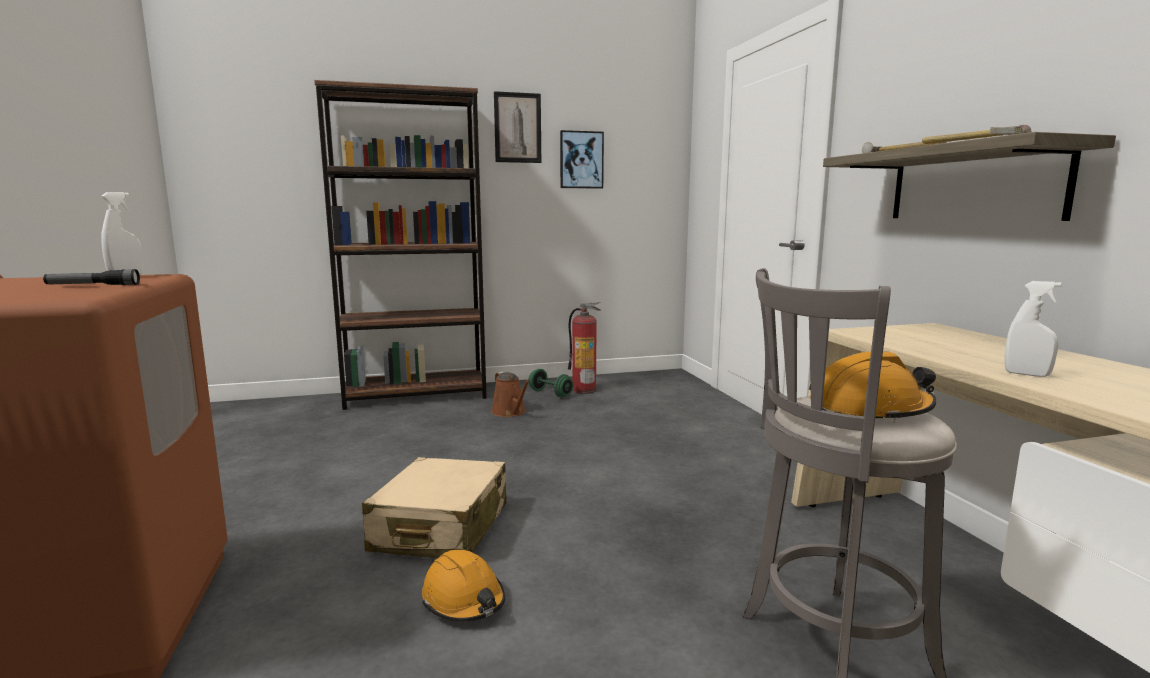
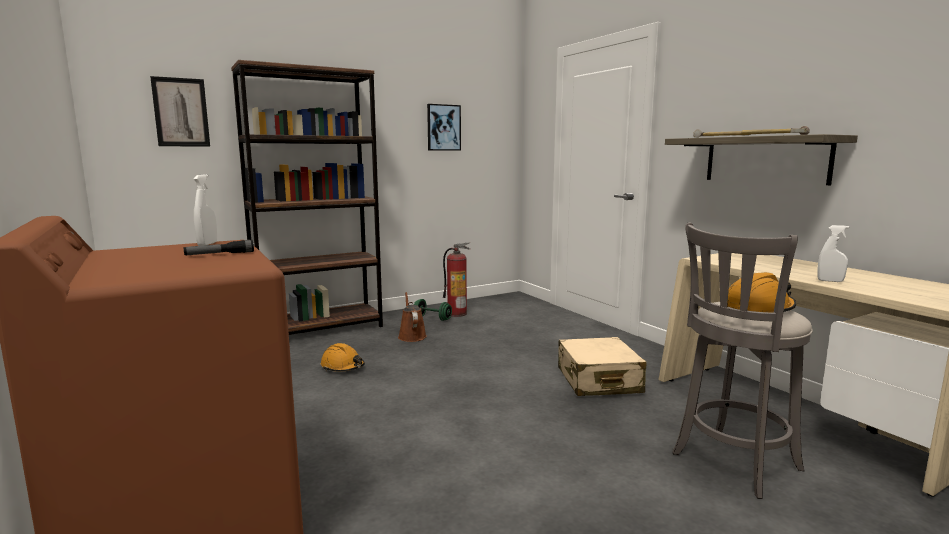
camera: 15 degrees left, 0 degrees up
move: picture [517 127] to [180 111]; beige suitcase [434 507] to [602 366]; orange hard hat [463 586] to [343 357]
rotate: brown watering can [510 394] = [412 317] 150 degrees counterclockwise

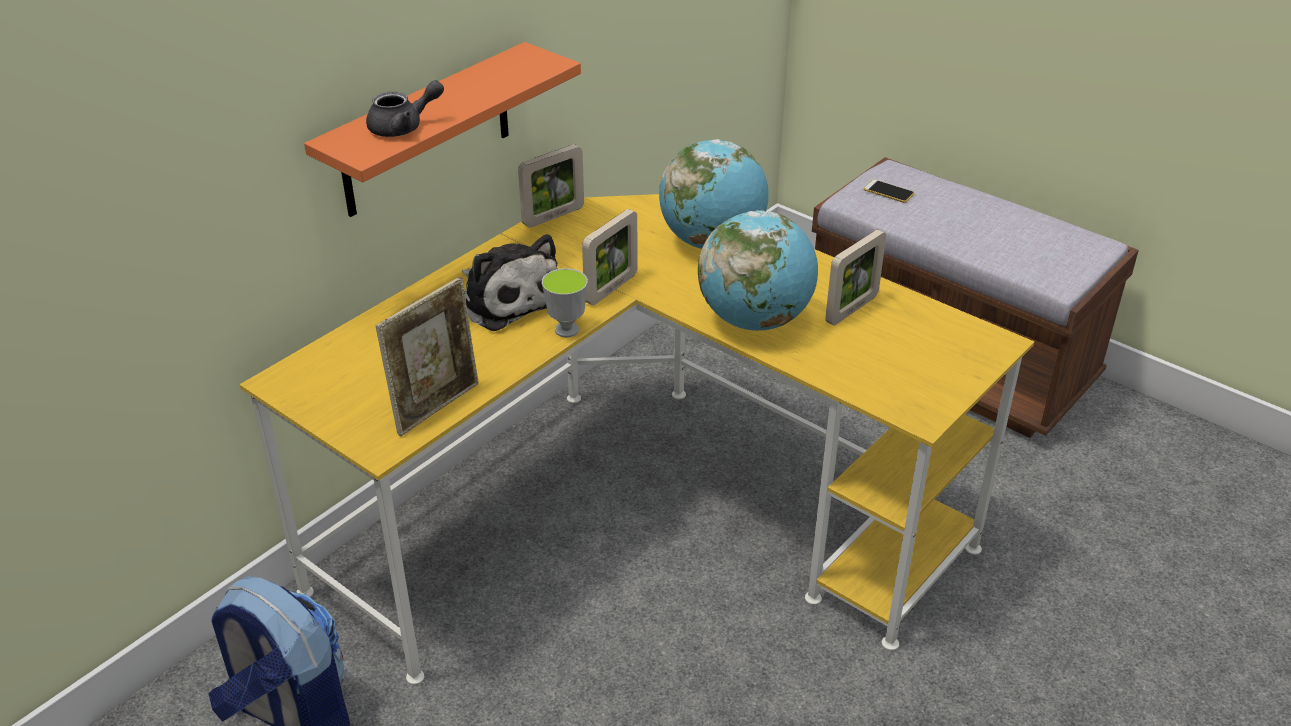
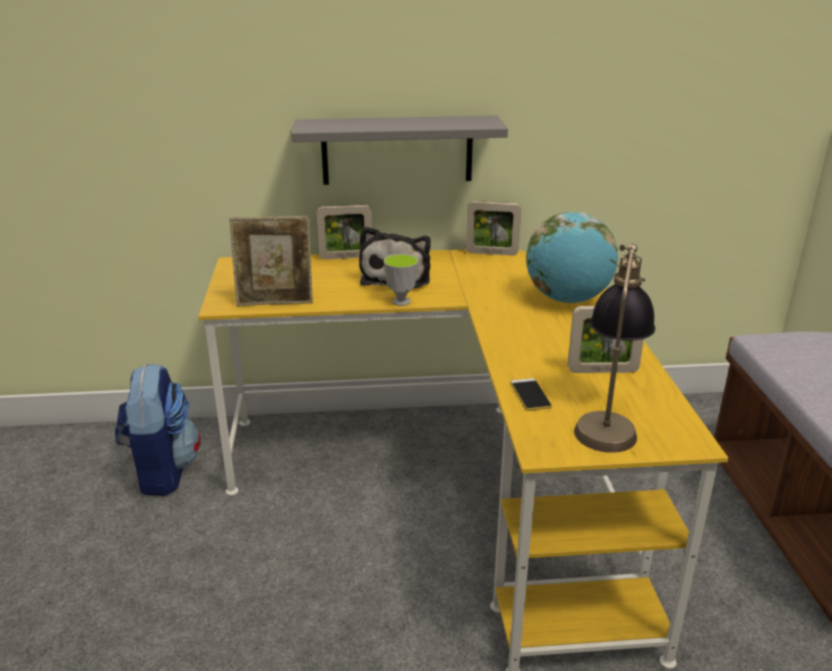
camera: 45 degrees right, 10 degrees down
delete: grey teapot [405 108]; globe [758 270]
insert: table lamp [614 348]
move: phone [889 191] to [531 394]; picture frame [610 257] to [344 232]
recolor: orange shelf [442 129] to grey shelf [400 150]

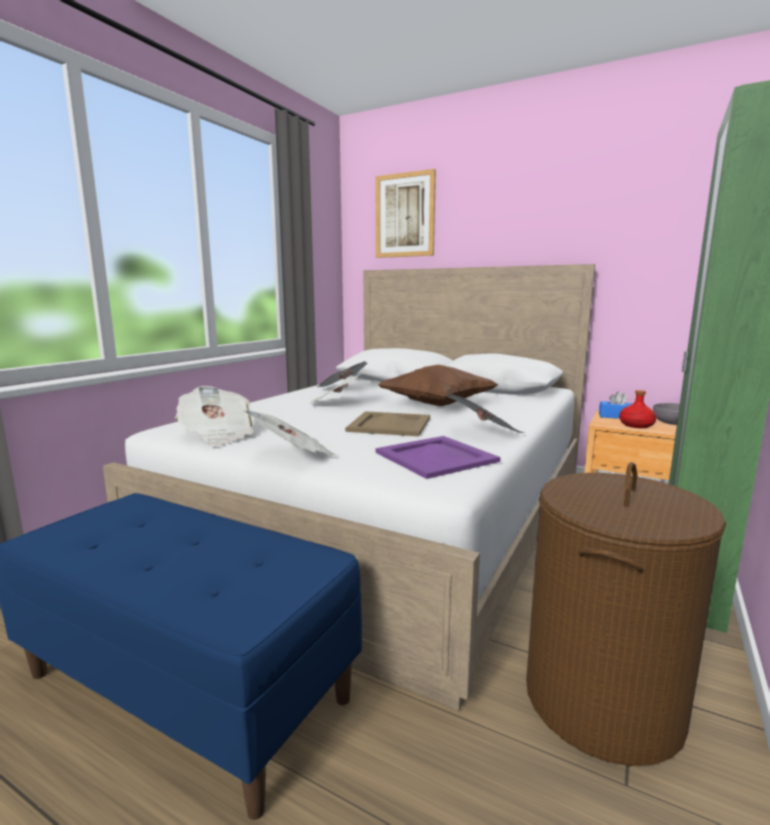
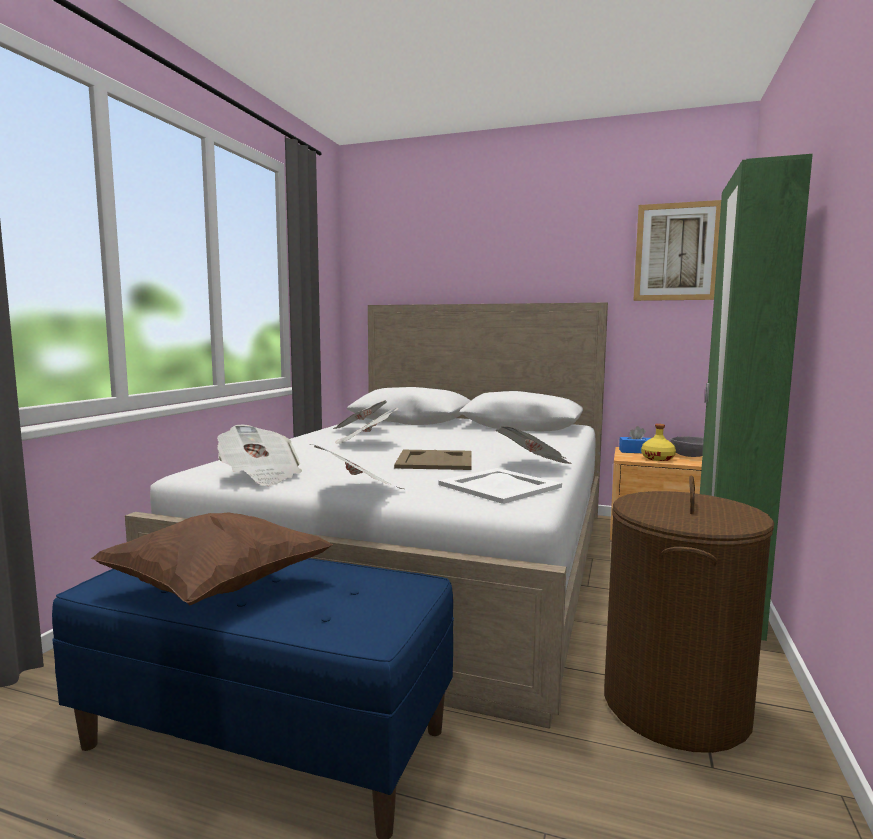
camera: 10 degrees left, 5 degrees down
move: picture [406 213] to [677 250]; brown pillow [438 385] to [212 559]
recolor: red bottle [637 409] to yellow bottle [658 442]; purple tray [438 457] to white tray [500 486]

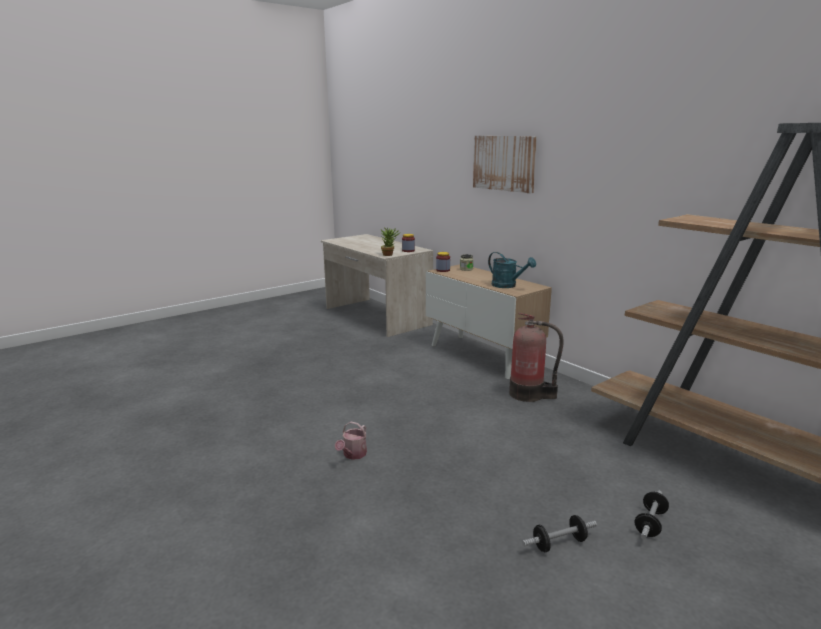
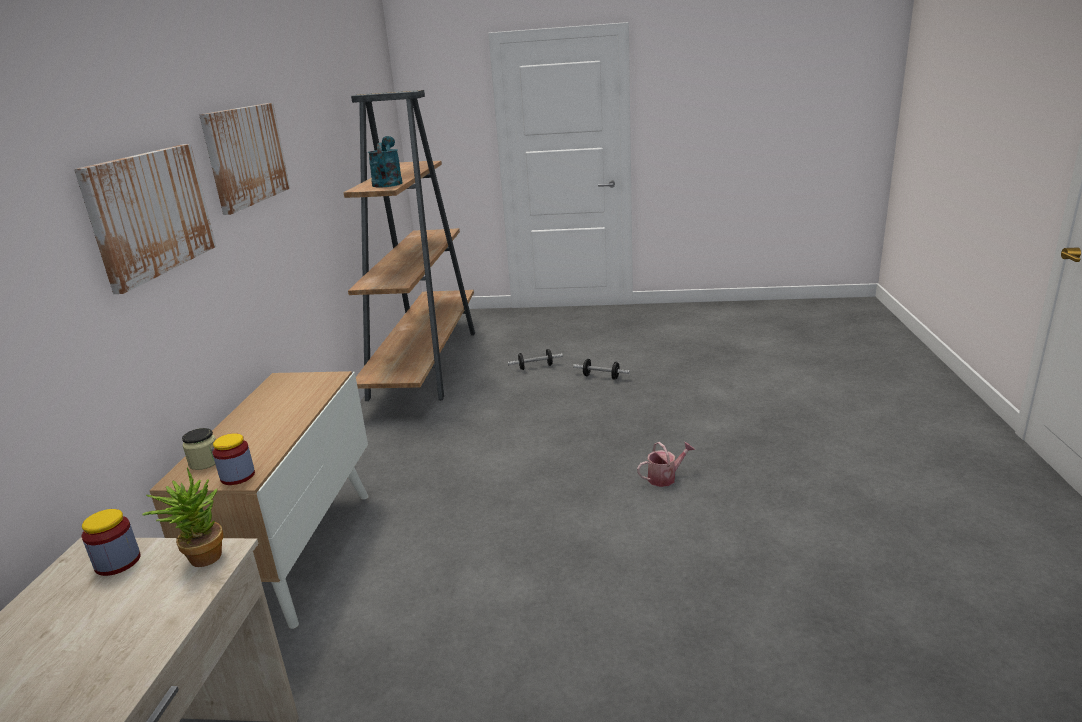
camera: 135 degrees left, 5 degrees up
delete: fire extinguisher [536 357]
insert: picture [244 159]
move: turquoise watering can [512 270] to [385 161]

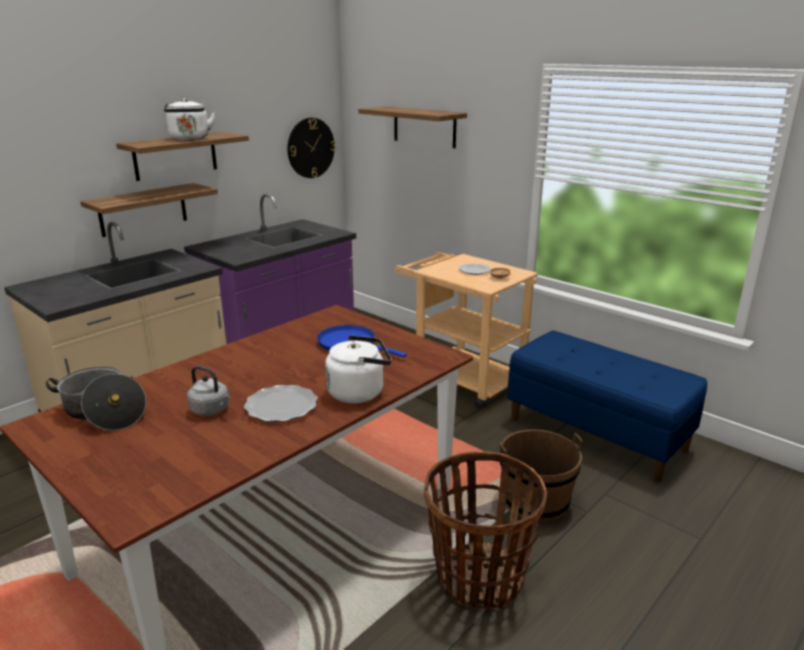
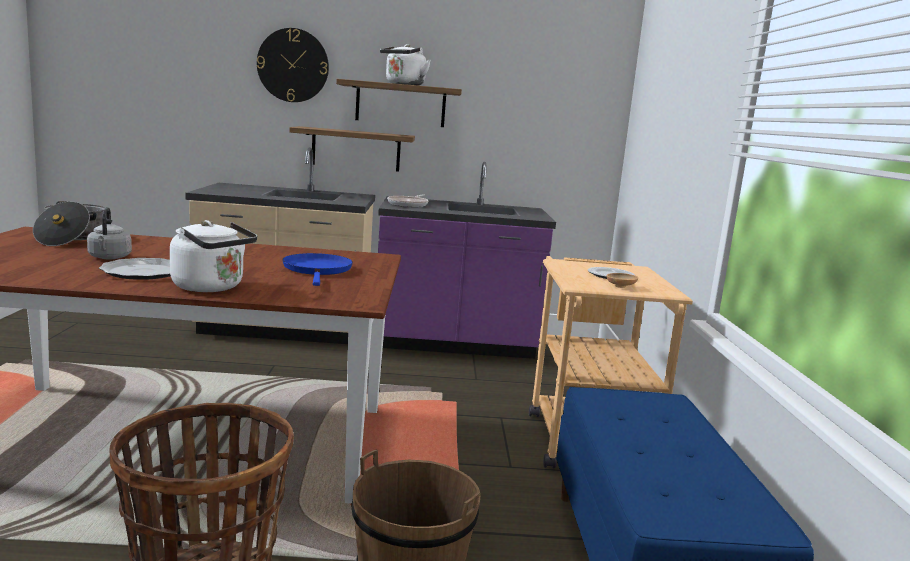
camera: 45 degrees right, 10 degrees down
delete: shelf [412 127]
insert: frying pan [408 200]
move: wall clock [311 148] to [293 65]

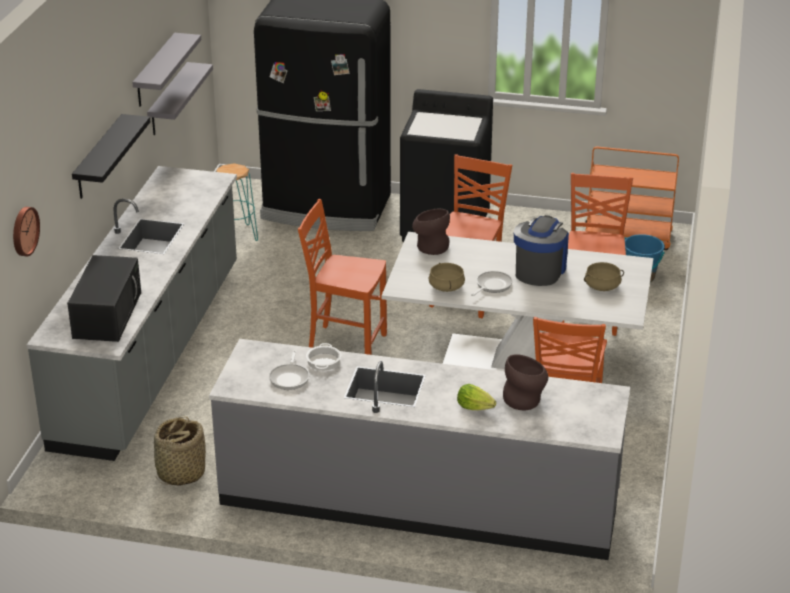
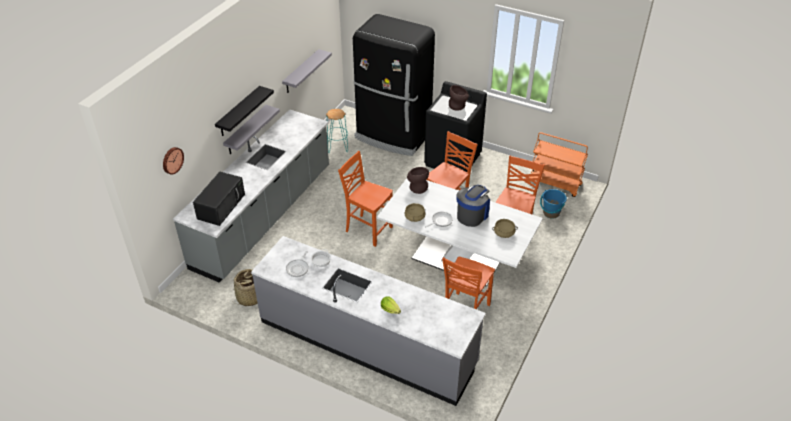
camera: 15 degrees right, 10 degrees up
move: grey shelf [166 70] to [251 129]; brown vase [525 382] to [459 98]

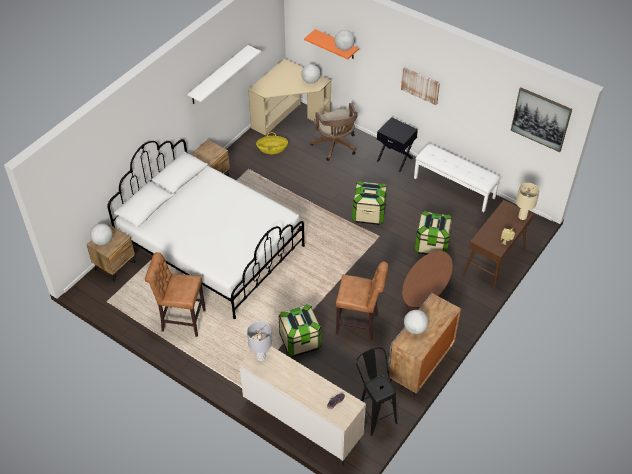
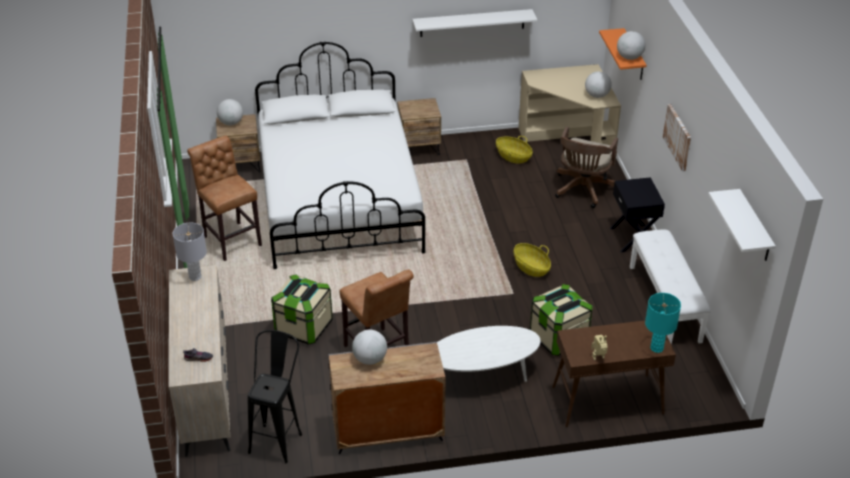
camera: 45 degrees right, 10 degrees down
replace: picture [541 120] to white shelf [742 225]; storage box [369 203] to basket [532 260]
recolor: beige table lamp [528 201] to turquoise table lamp [663 323]; brown coffee table [427 281] to white coffee table [489 354]

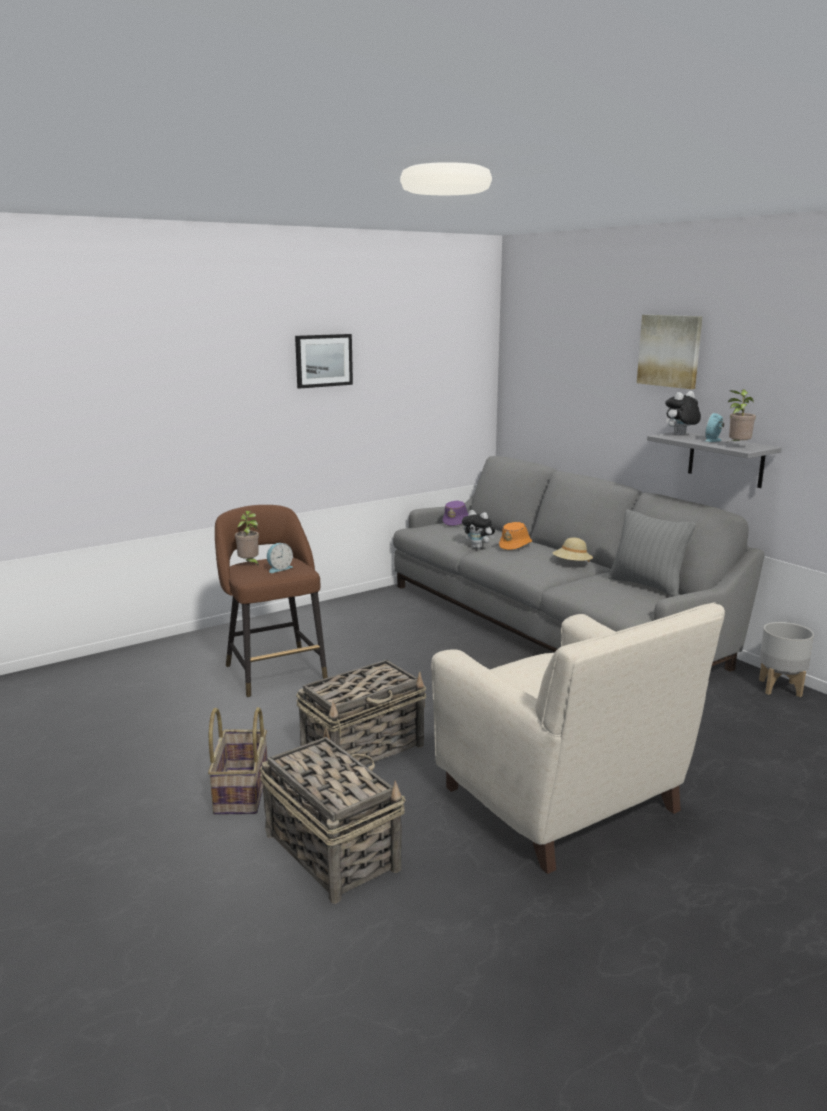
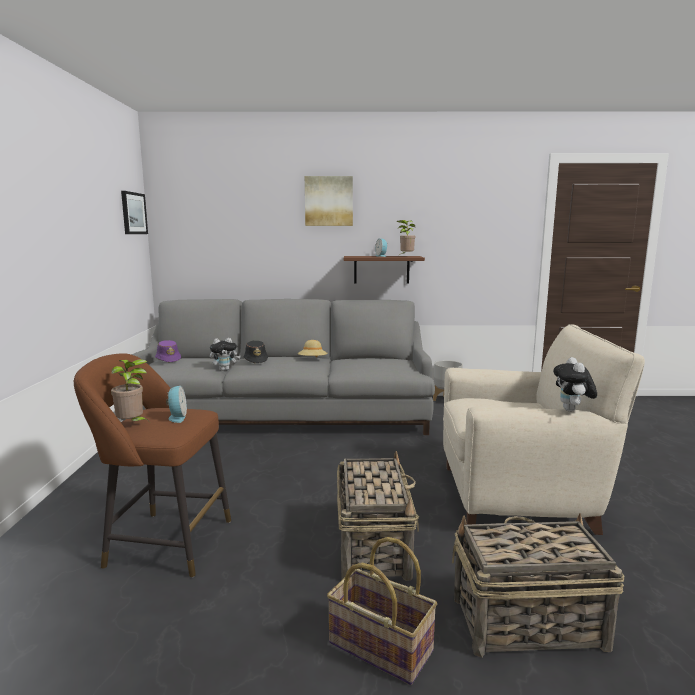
camera: 55 degrees left, 5 degrees down
delete: grey pillow [652 552]
move: picture [324 361] to [134 212]; plush toy [683 413] to [575 384]
recolor: grey shelf [714 460] to brown shelf [384 270]; orange hat [515 536] to black hat [256 352]

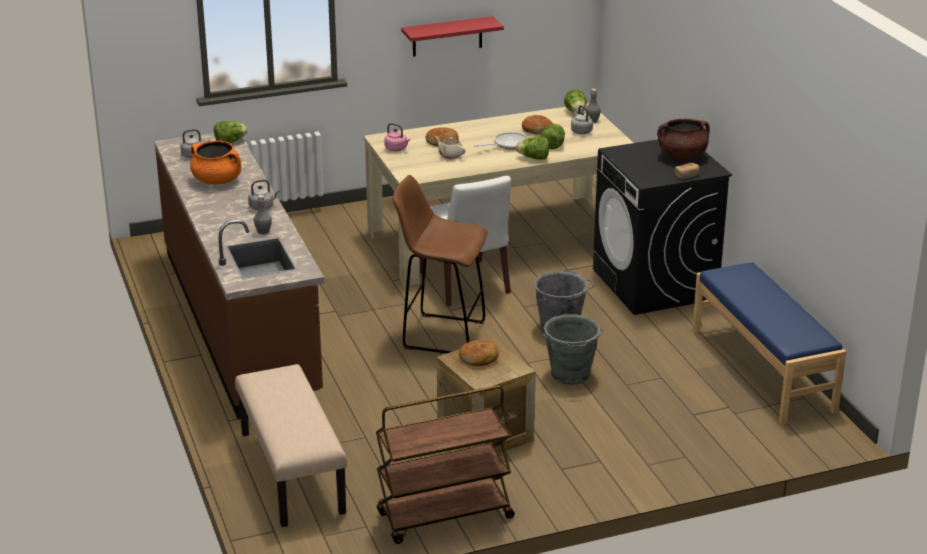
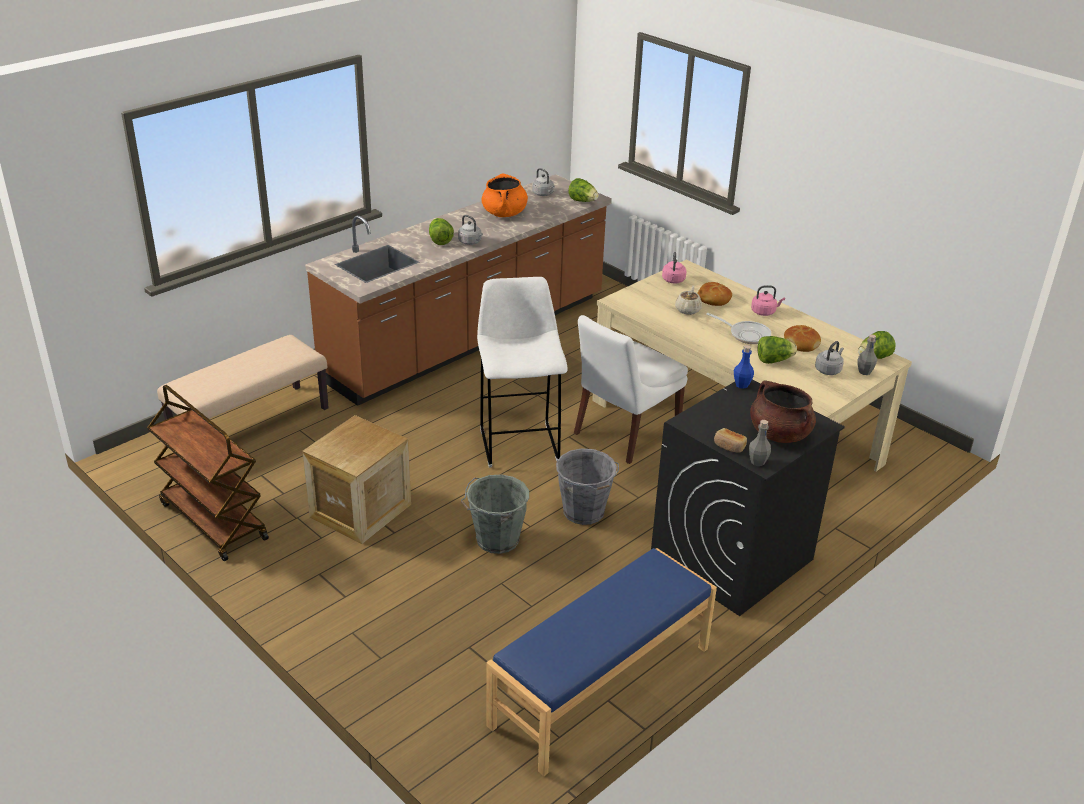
camera: 65 degrees right, 5 degrees up
delete: red shelf [452 36]; bread [479 353]
insert: pink kettle [768 300]; blue bottle [744 367]
move: lettuce [532 148] to [441 231]; grey bottle [263 214] to [760 443]
recolor: brown stool [440 264] to white stool [522 372]

